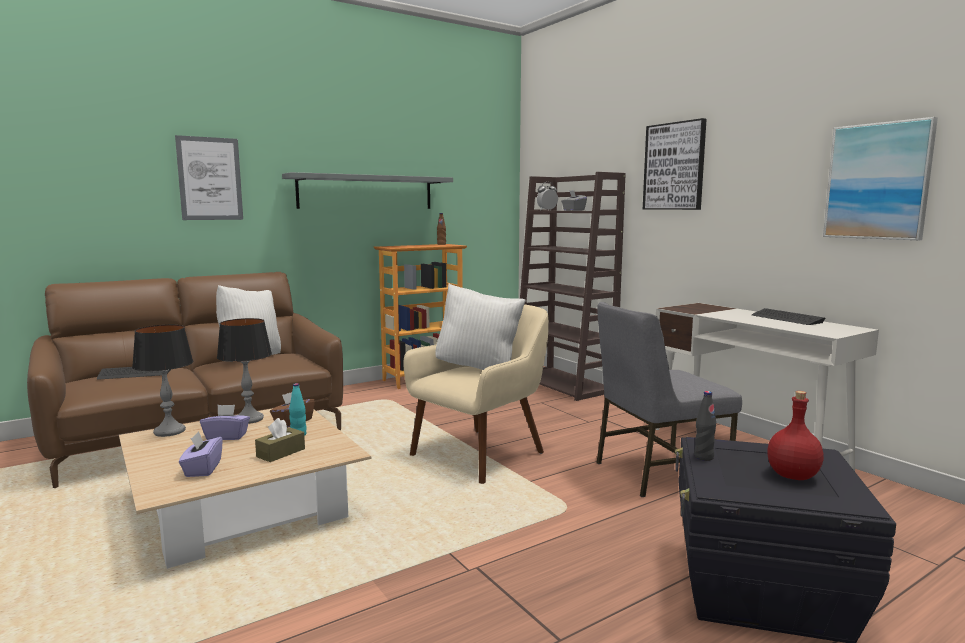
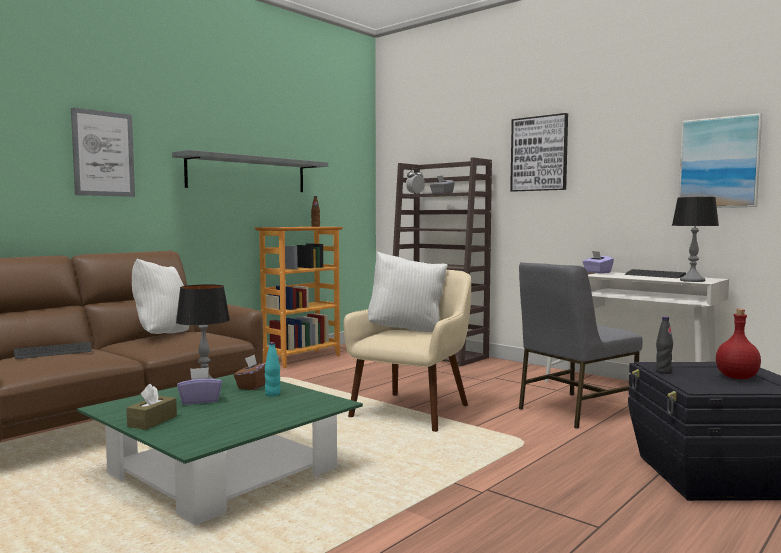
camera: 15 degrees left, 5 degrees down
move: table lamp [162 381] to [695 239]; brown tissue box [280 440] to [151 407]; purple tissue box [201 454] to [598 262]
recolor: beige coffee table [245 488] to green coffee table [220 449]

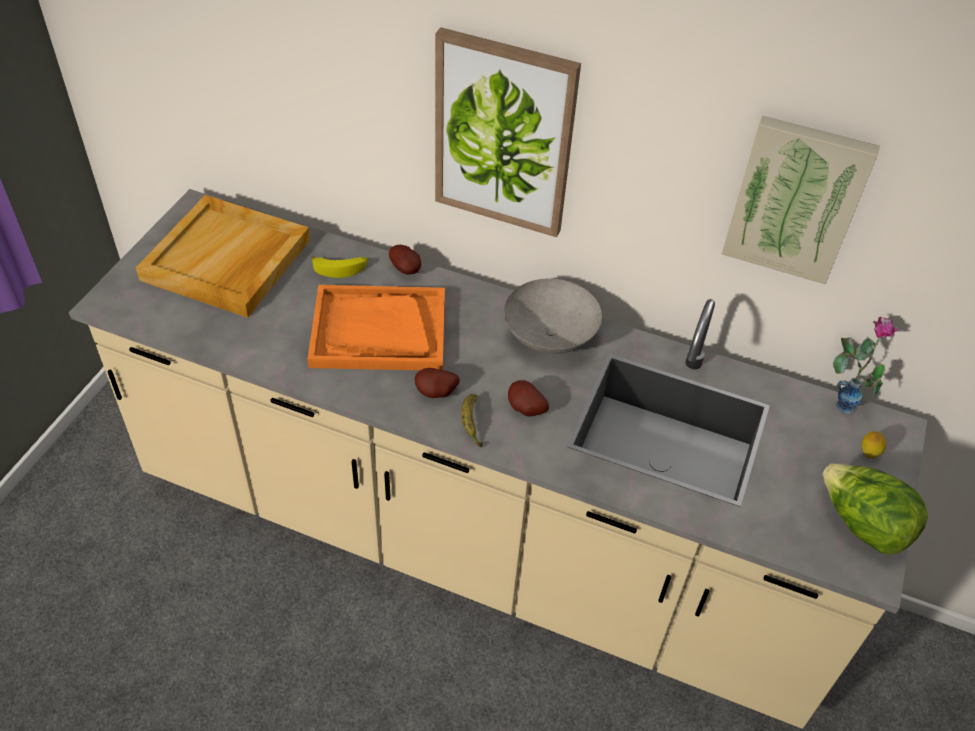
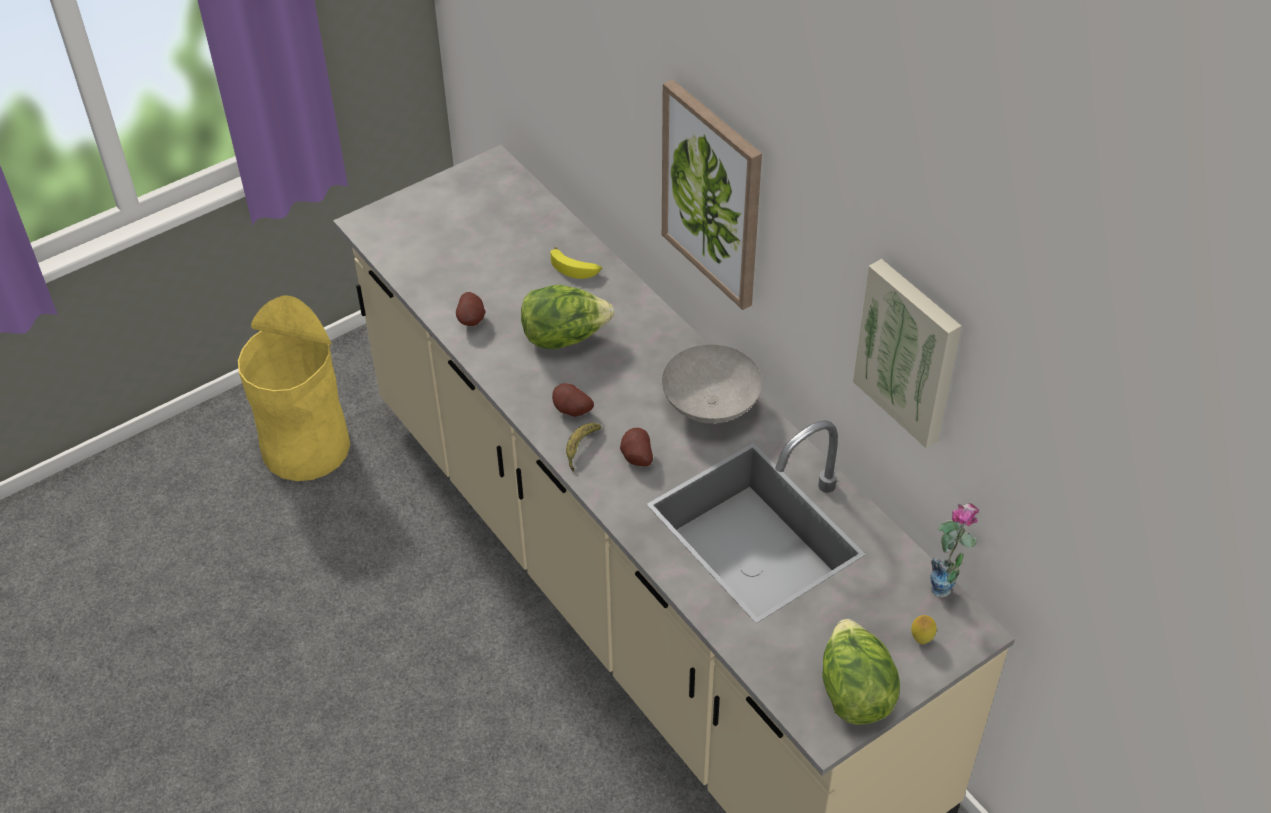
camera: 35 degrees right, 0 degrees up
delete: beige tray [223 256]
insert: yellow trash can [294 388]
move: potato [405 260] to [470 309]
replace: orange tray [376 327] to lettuce [568 317]

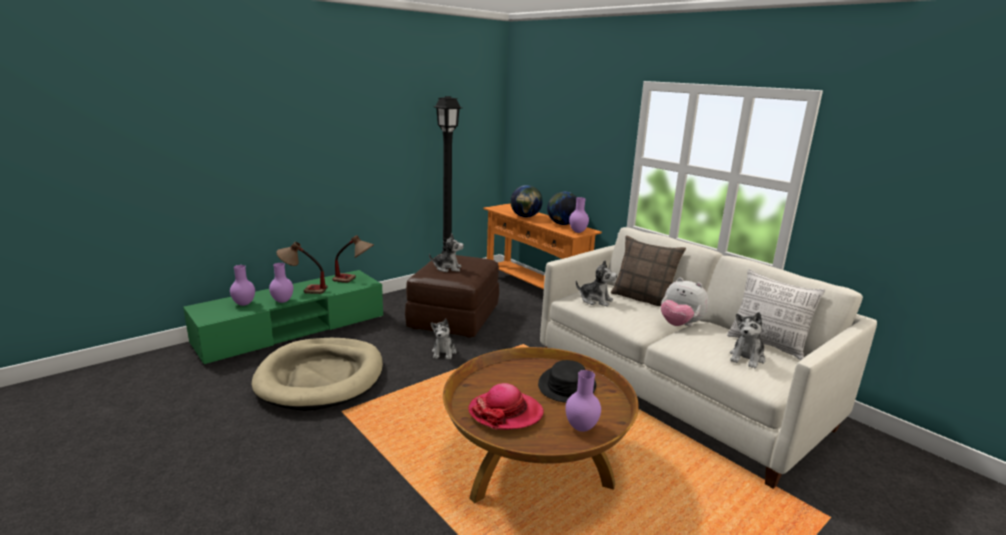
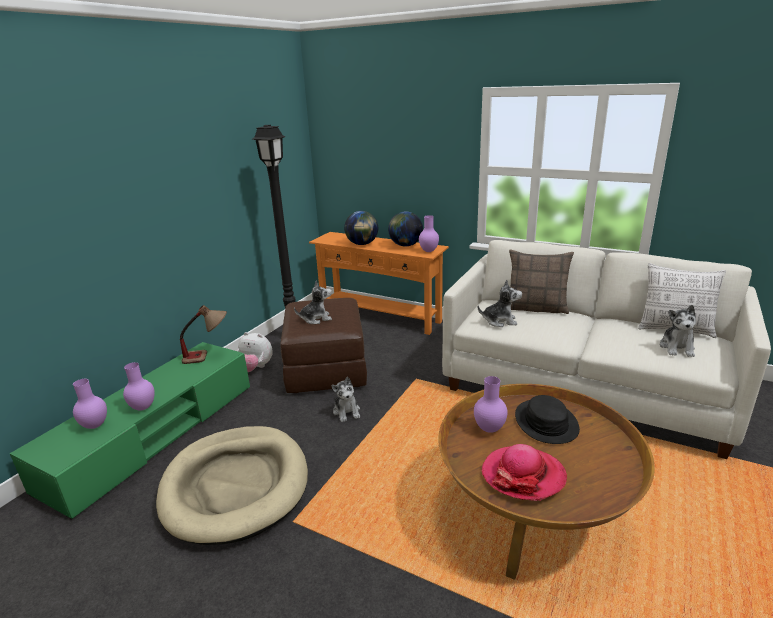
camera: 20 degrees left, 5 degrees up
delete: table lamp [302 268]
move: plush toy [685 302] to [255 352]; purple vase [583 401] to [491 404]

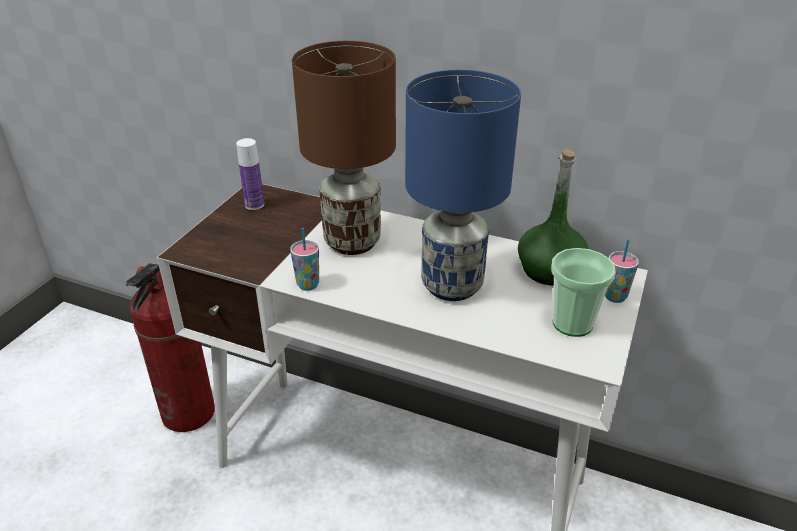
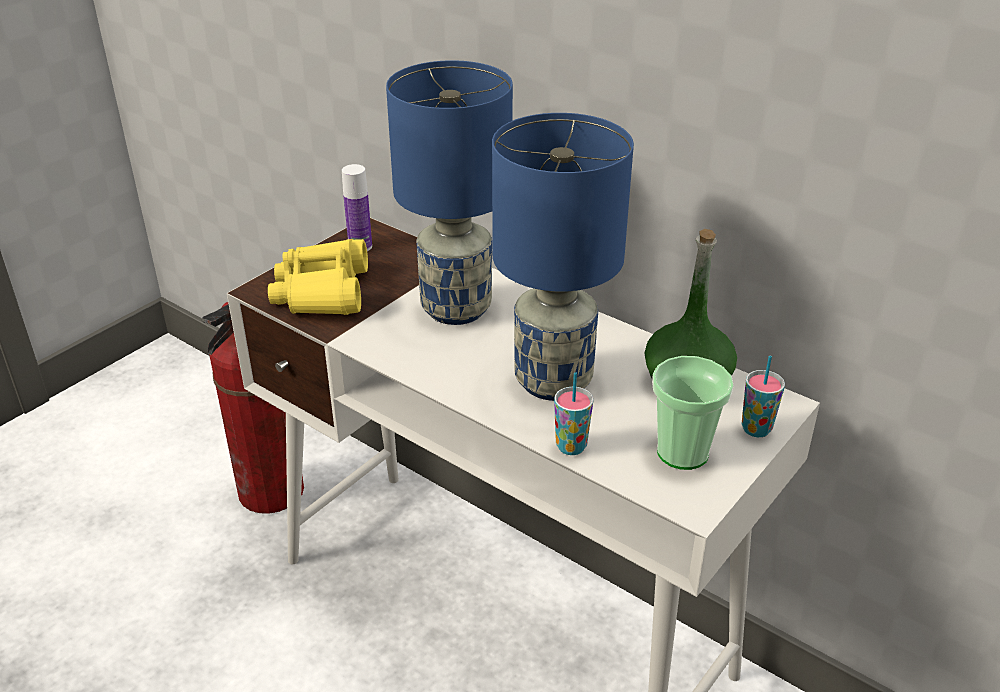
camera: 15 degrees right, 0 degrees up
insert: yellow binoculars [318 277]
move: cup [304 259] to [574 413]
recolor: brown table lamp [344 148] to blue table lamp [449 192]

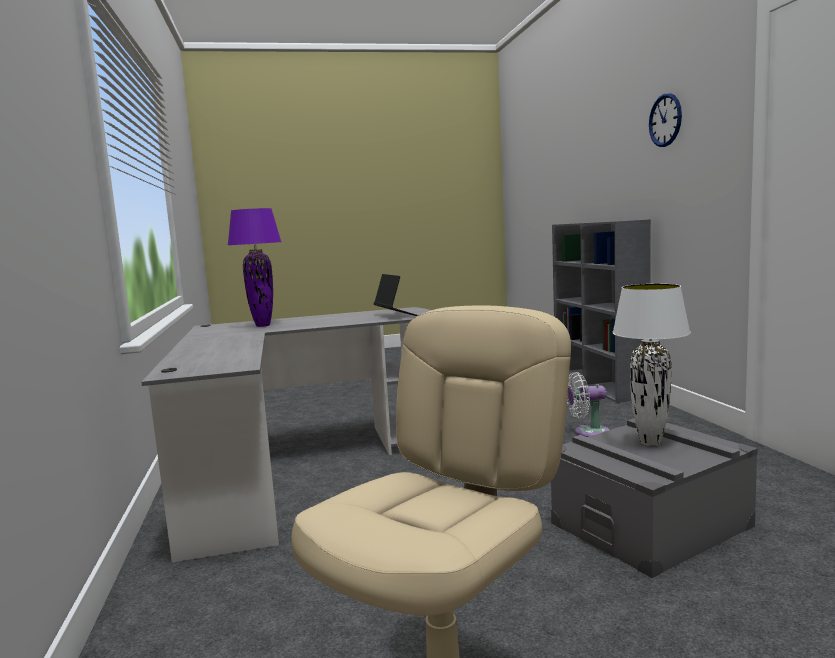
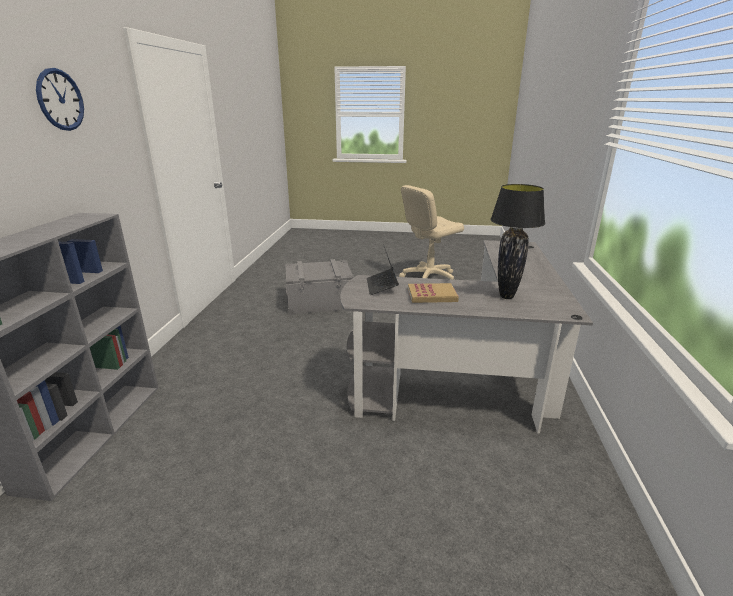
camera: 160 degrees left, 15 degrees up
delete: white table lamp [651 365]; white fan [588 404]
insert: book [433 293]
recolor: purple table lamp [255 267] to black table lamp [517 241]

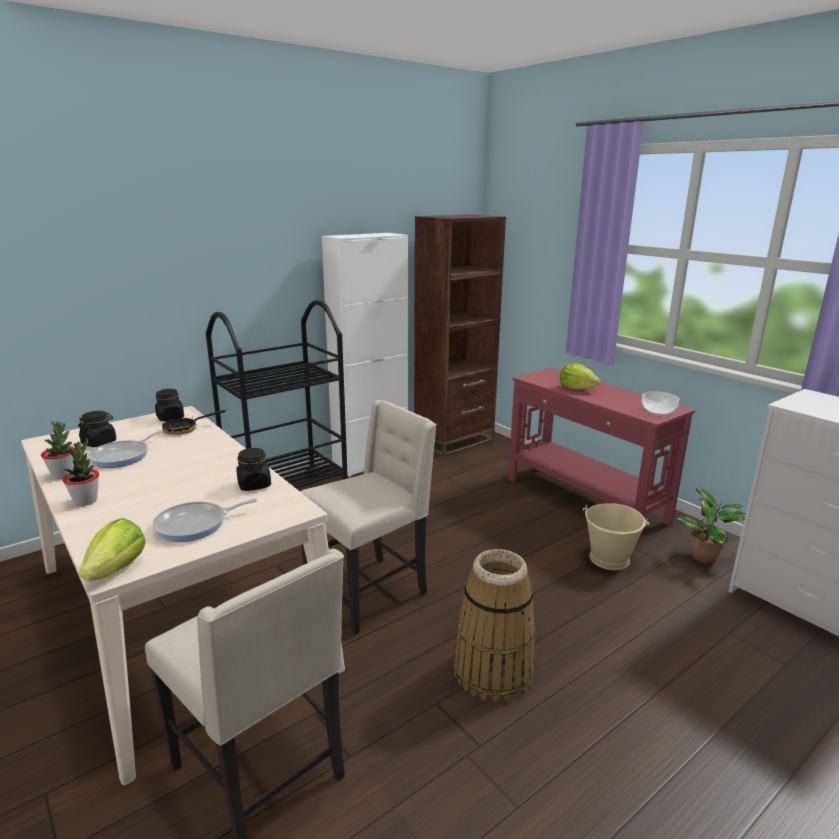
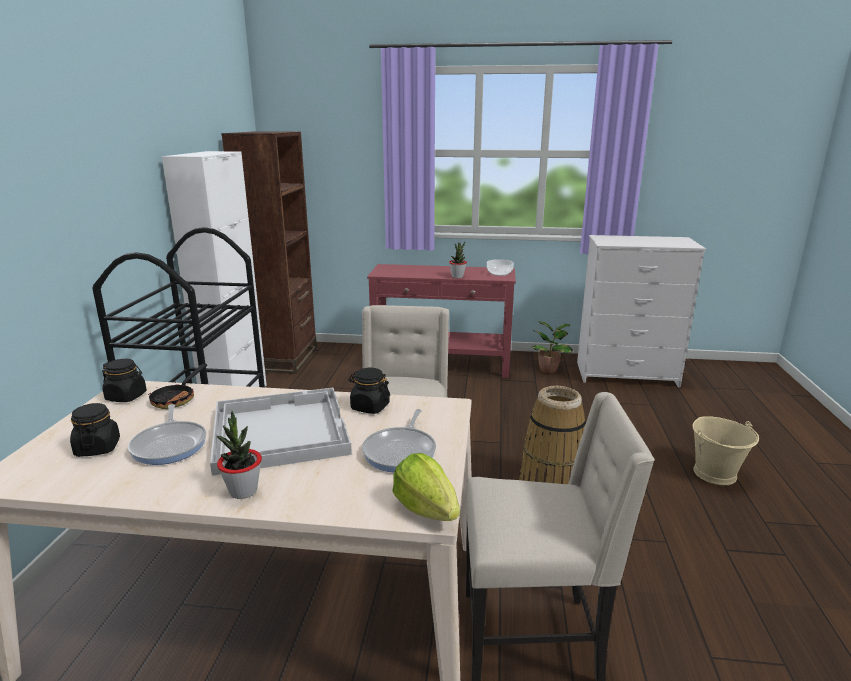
camera: 45 degrees left, 0 degrees up
delete: lettuce [580 376]
insert: white tray [281 432]
move: potted plant [58 450] to [458 260]; beige bucket [616 536] to [725 450]

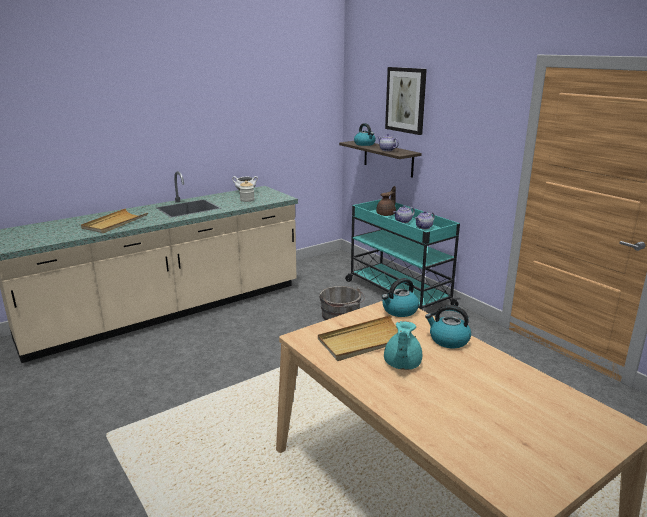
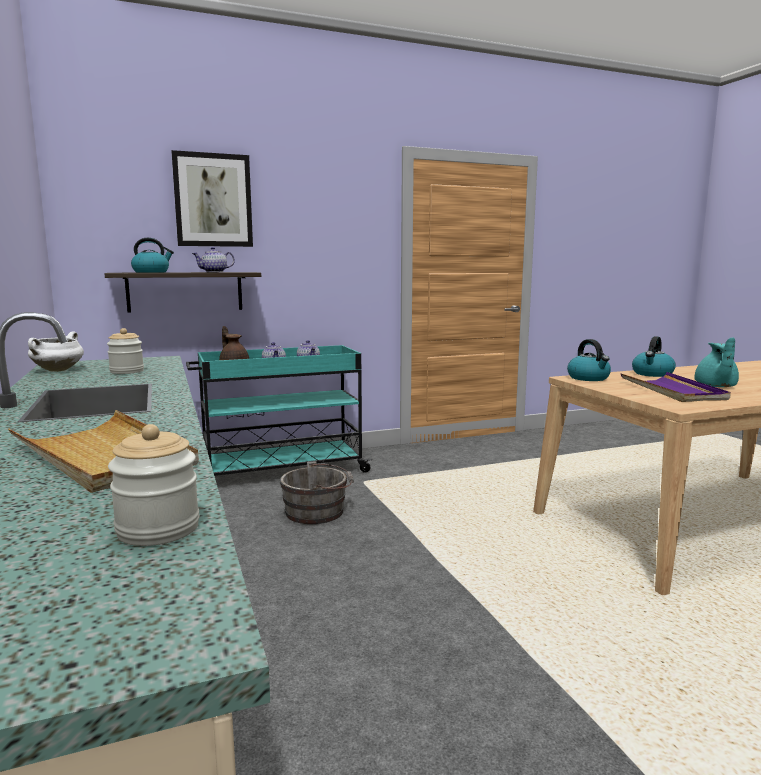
camera: 75 degrees left, 10 degrees down
insert: jar [154 485]
recolor: beige tray [367 338] to purple tray [675 387]
rotate: turquoise teapot [403 345] = [716 362] 75 degrees clockwise

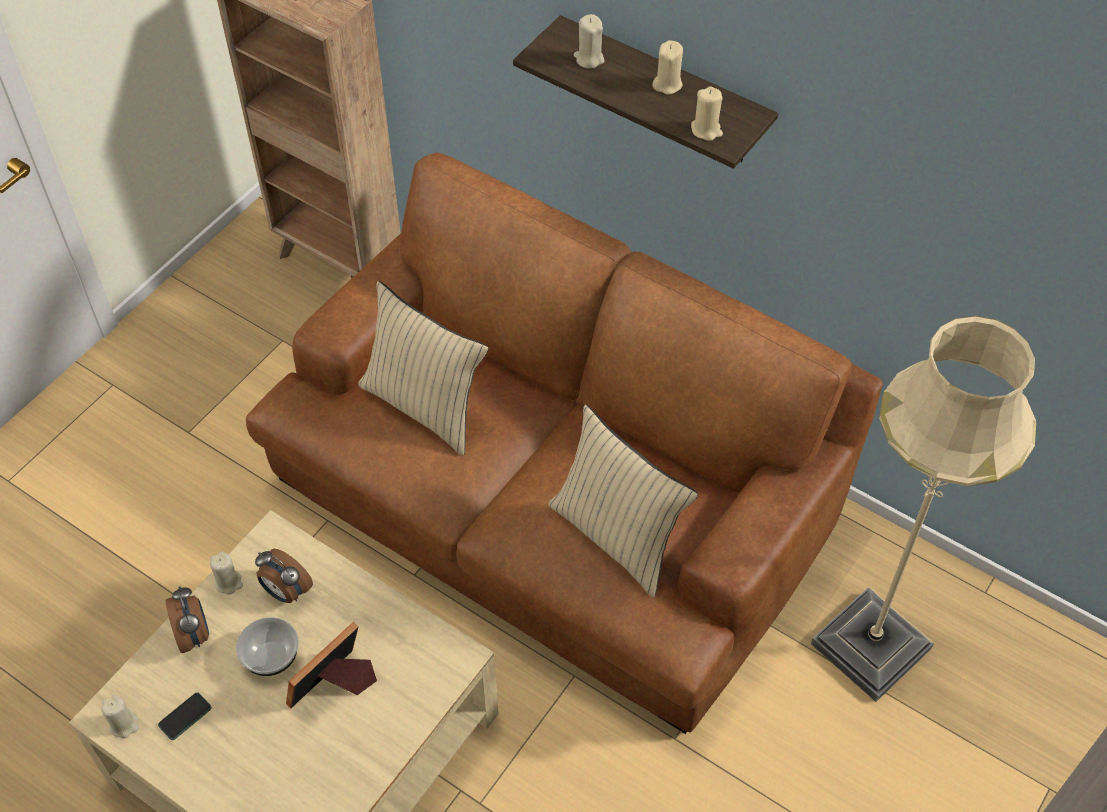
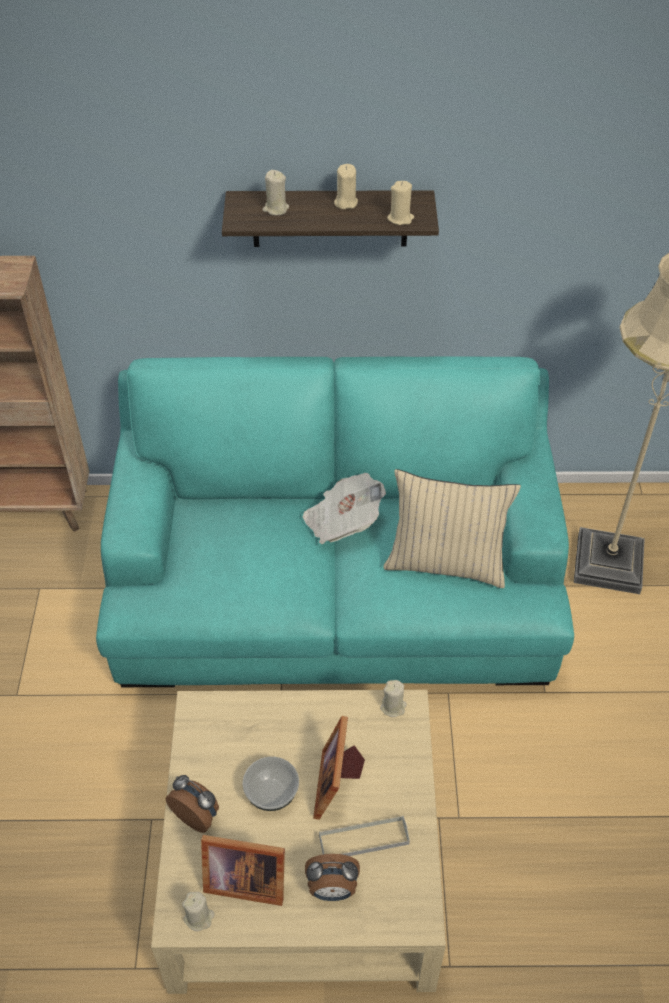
camera: 35 degrees left, 5 degrees down
delete: beige pillow [423 368]
insert: newspaper [344 508]; grey tray [364 836]
move: alarm clock [284 576] to [332 877]; beige candle [226 573] to [393 698]
replace: phone [185 716] to picture frame [243 870]
recolor: brown sofa [564 443] to turquoise sofa [335 521]

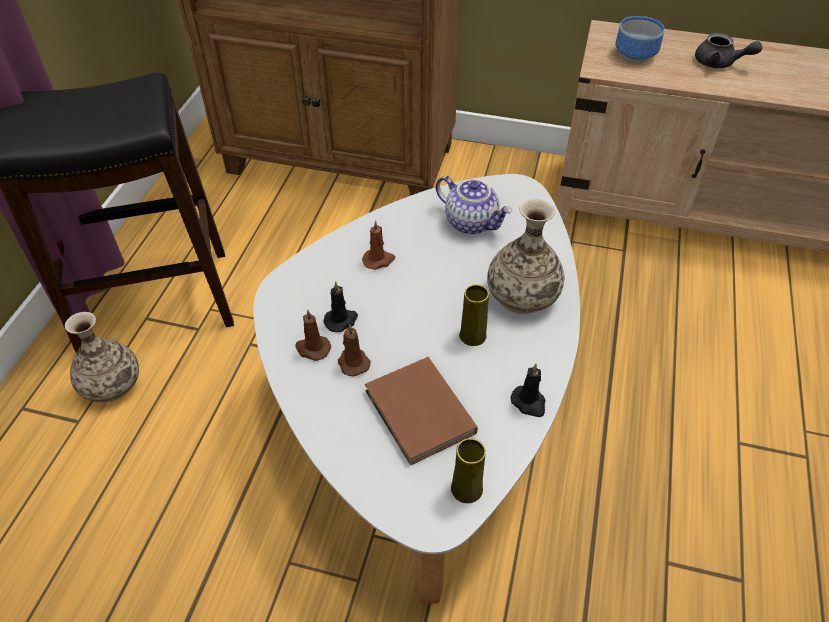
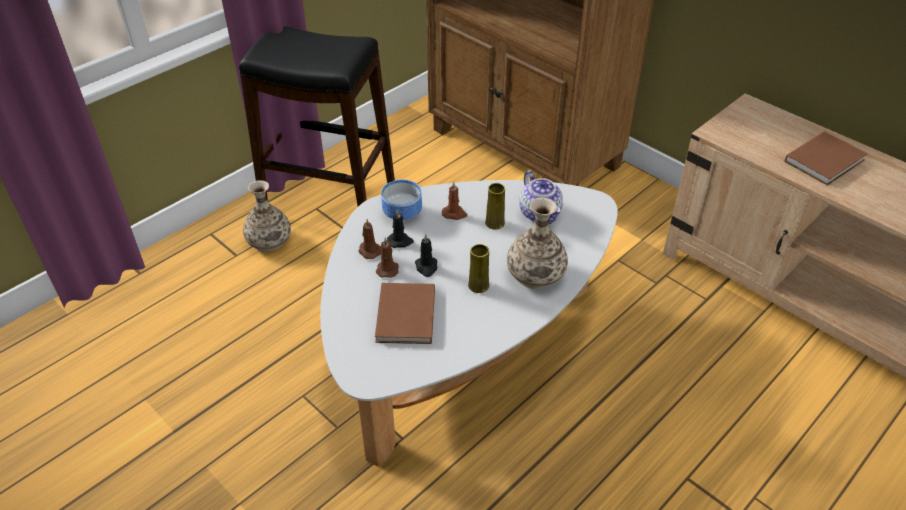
camera: 30 degrees right, 5 degrees down
move: bowl [640 39] to [401 200]; black candle [528 390] to [426 255]; yellow vase [468 470] to [495 206]
replace: grey teapot [728 50] to brown book [825 158]

